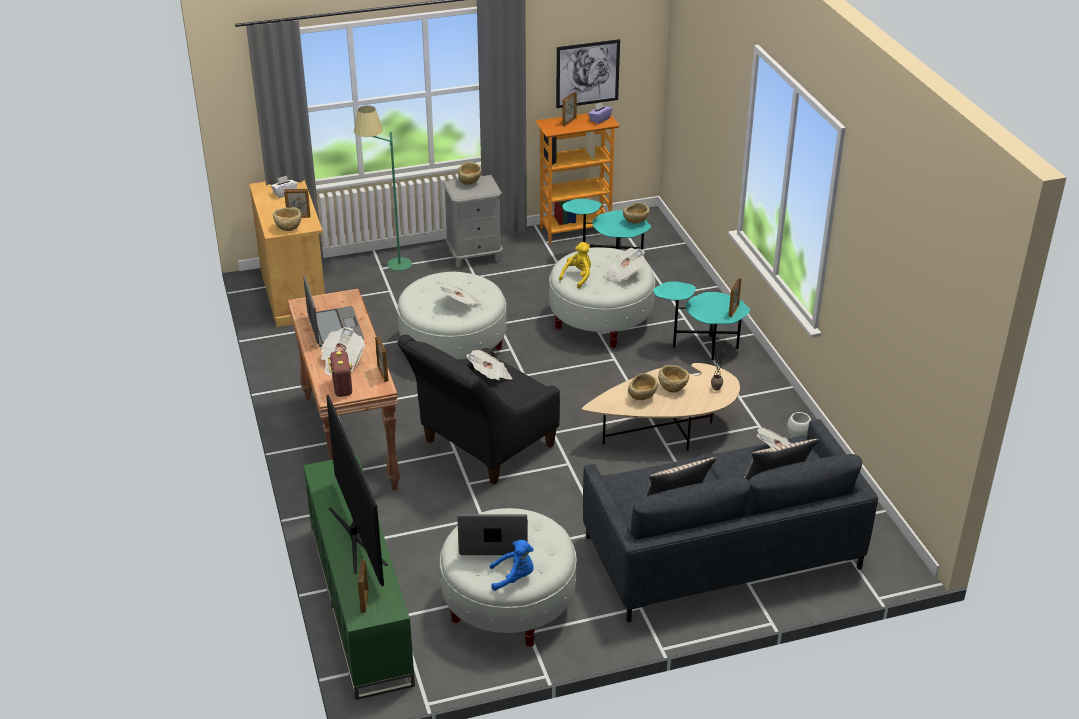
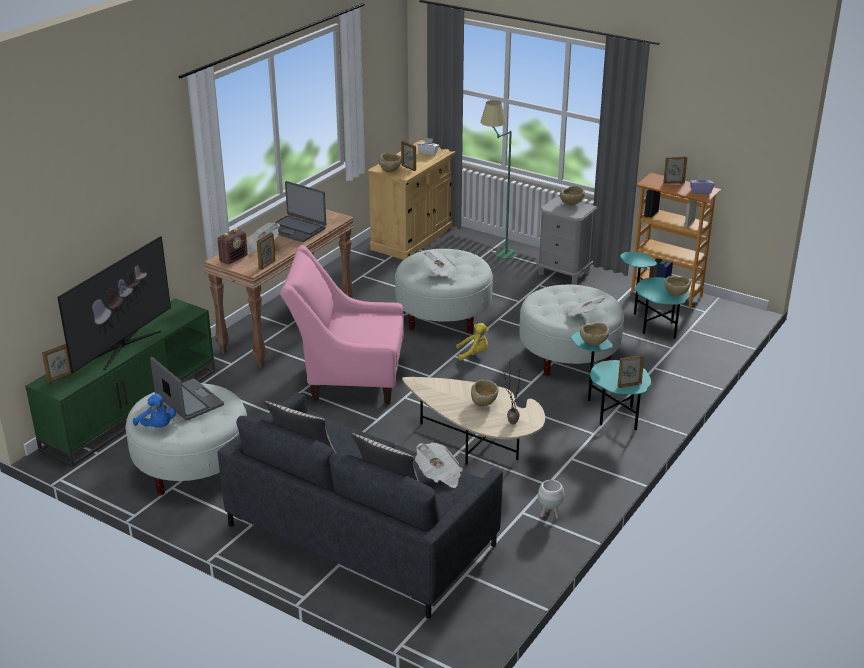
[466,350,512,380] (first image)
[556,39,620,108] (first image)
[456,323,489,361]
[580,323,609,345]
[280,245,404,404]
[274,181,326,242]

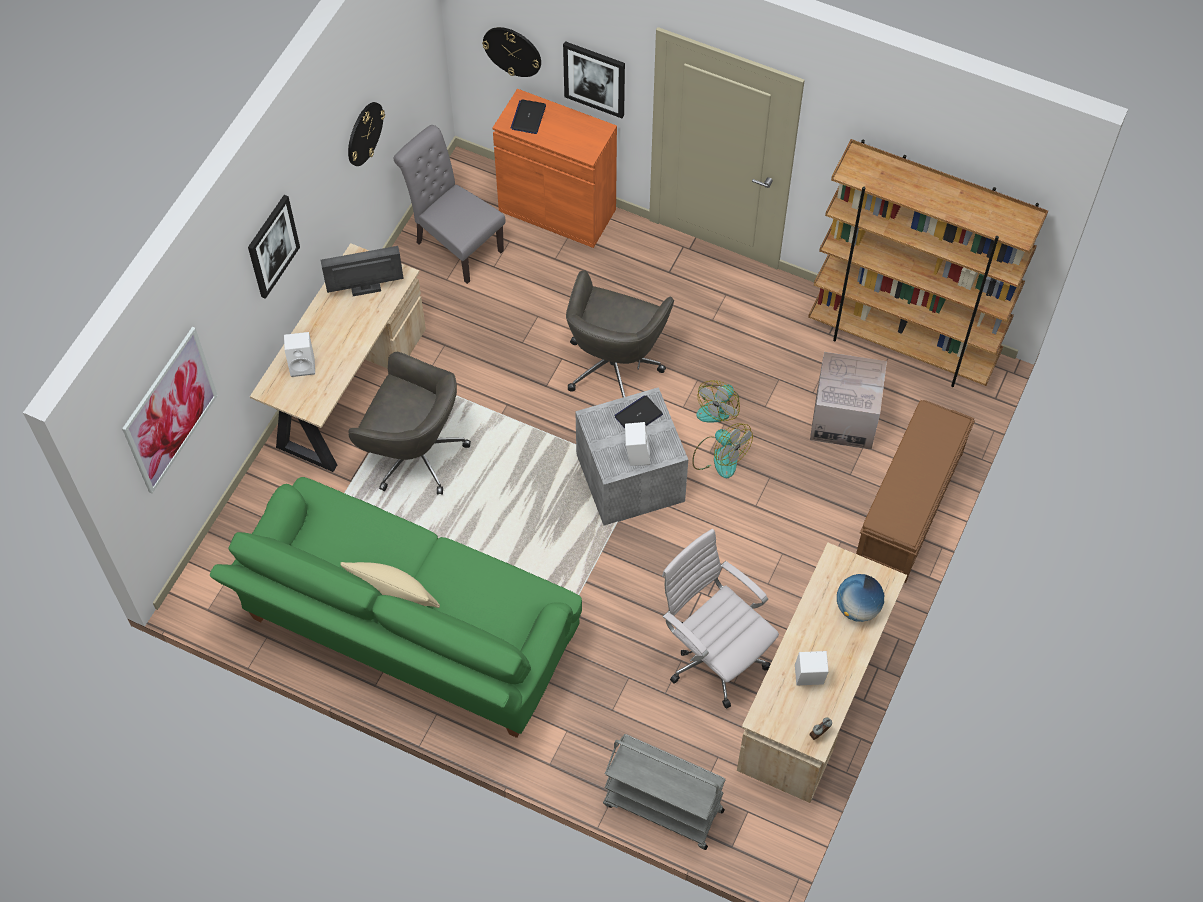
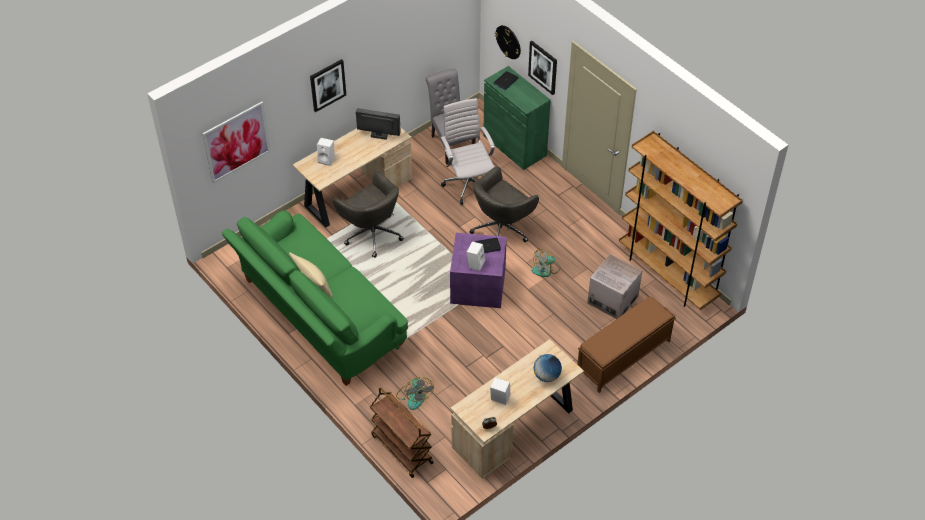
[348,102,385,166] (first image)
[441,98,495,205]
[396,377,434,410]
[483,66,551,170]
[450,233,507,308]
[370,387,434,478]

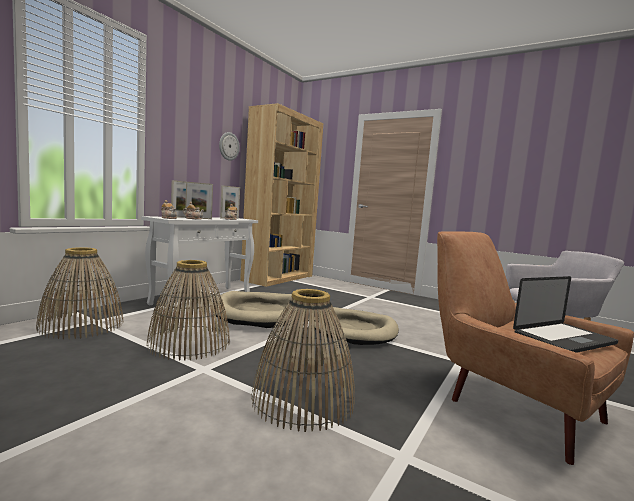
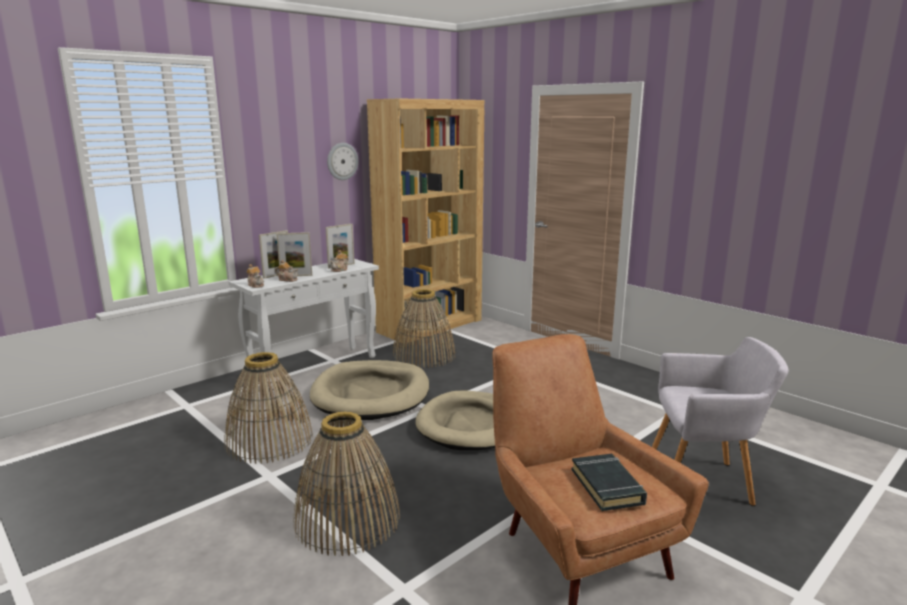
[393,289,455,368]
[572,454,647,511]

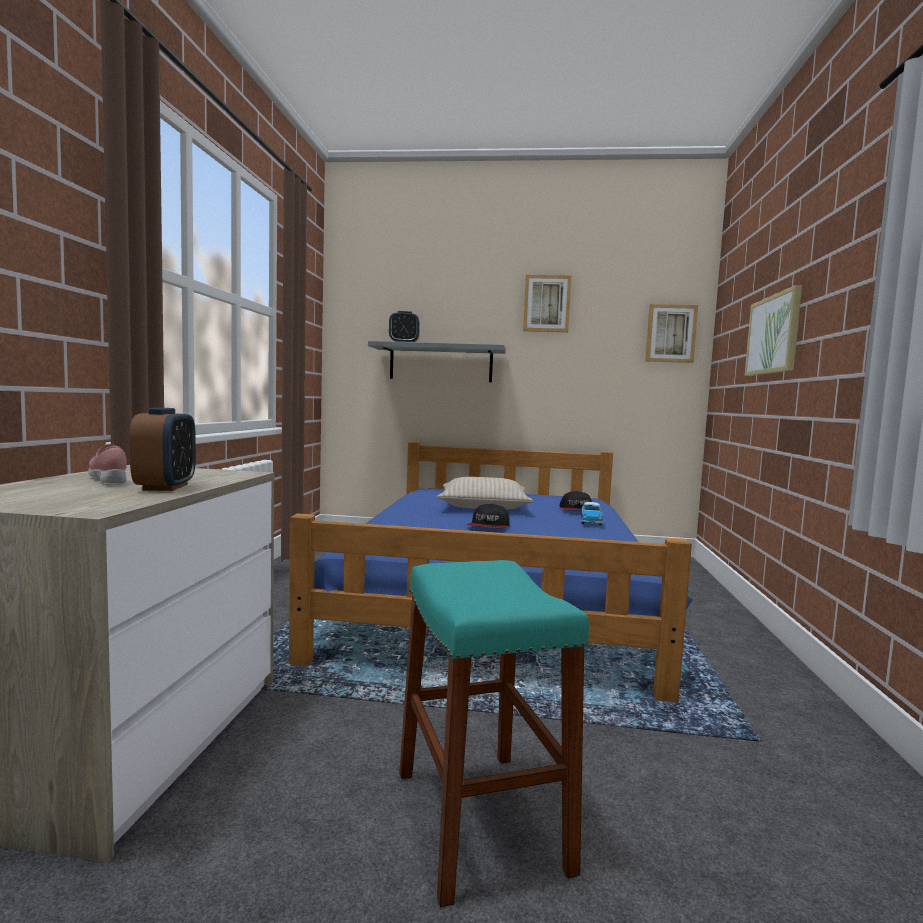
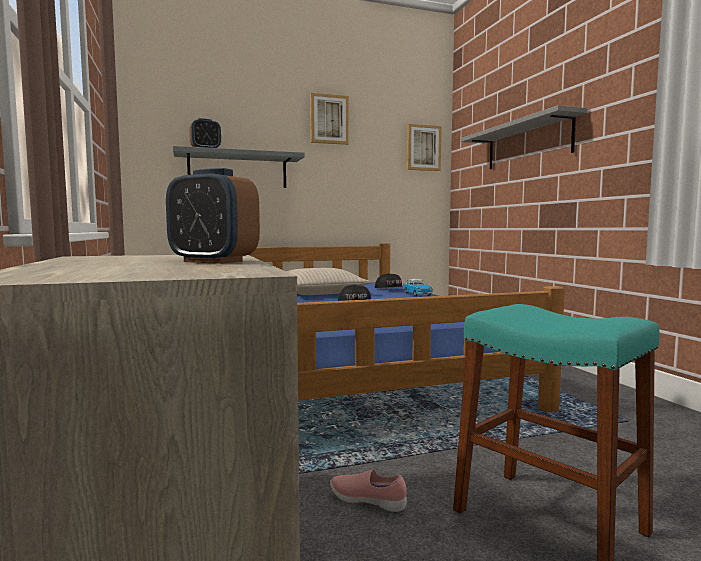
[330,469,407,512]
[461,105,588,169]
[166,168,260,264]

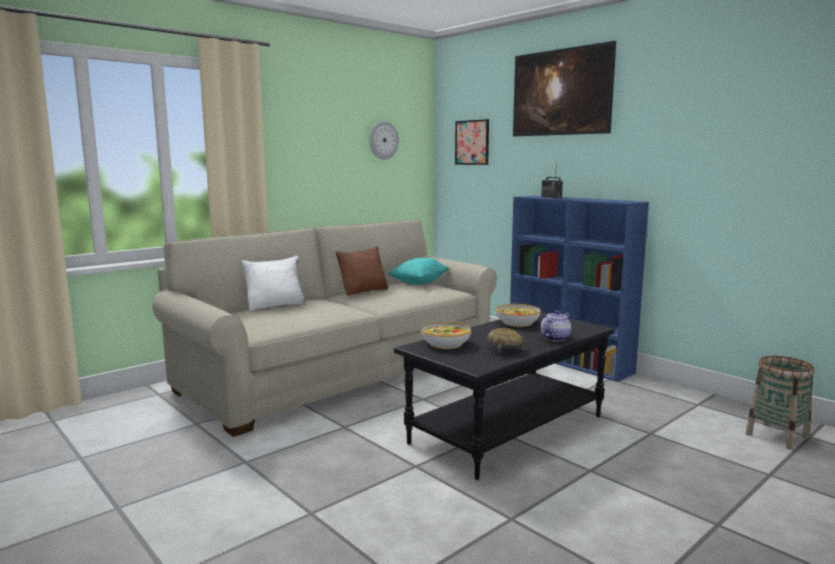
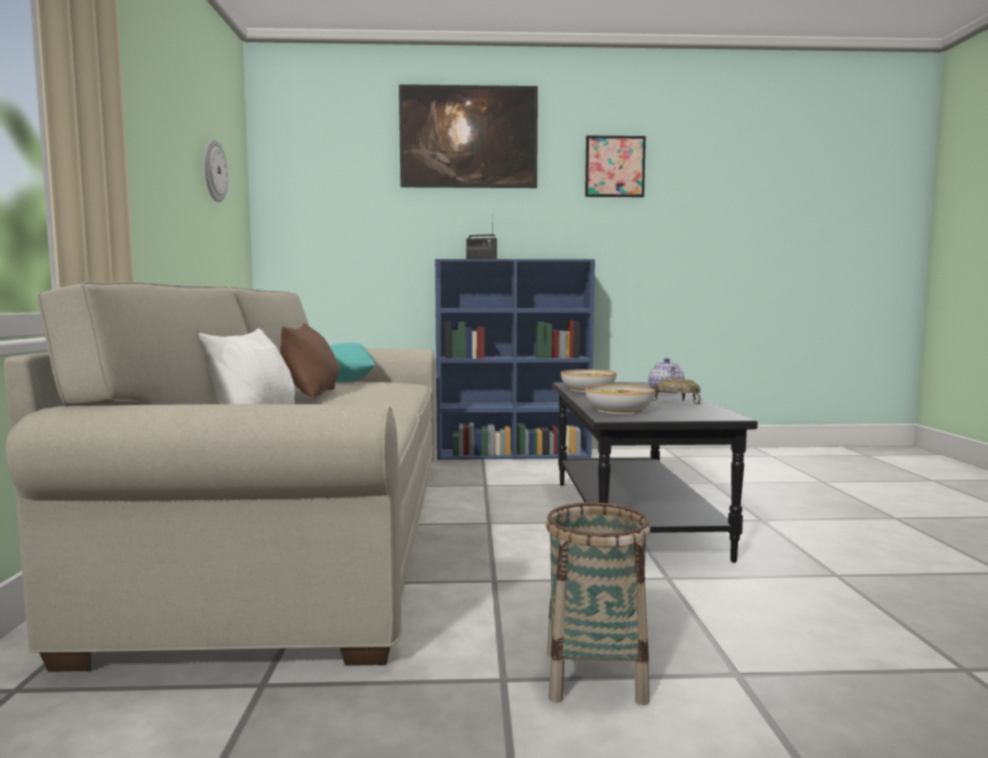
[585,136,646,197]
[546,502,651,705]

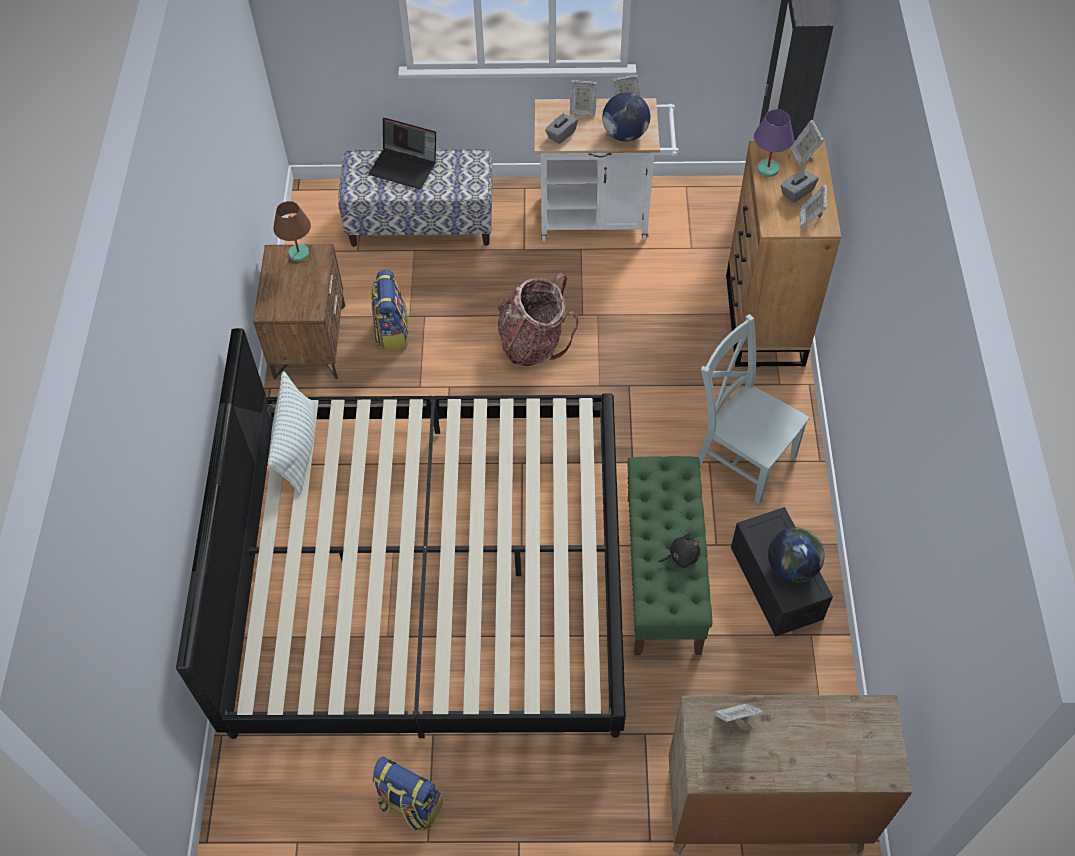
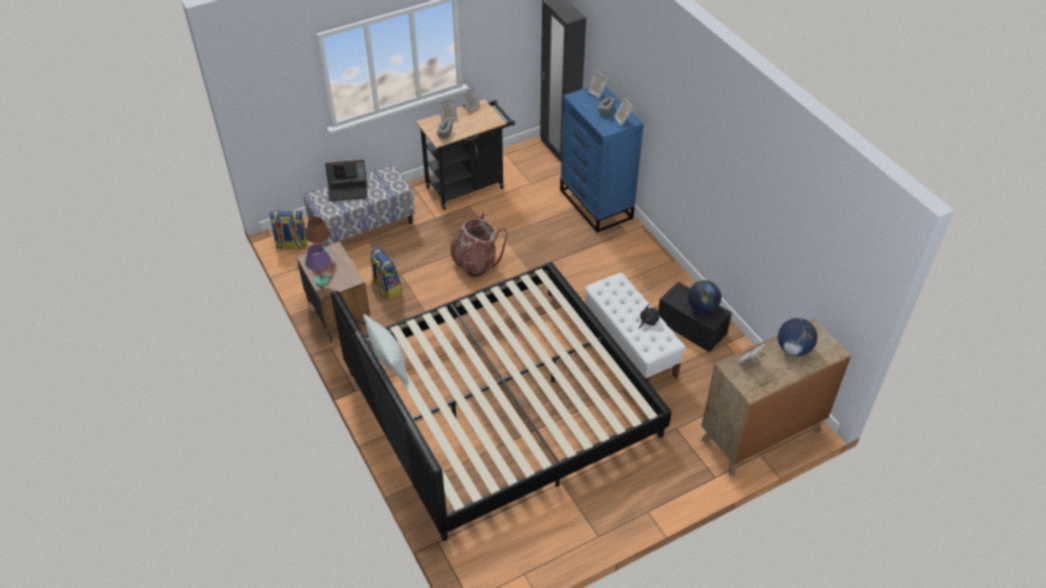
[697,314,809,504] (first image)
[270,210,308,251]
[778,318,817,356]
[305,244,331,286]
[416,99,515,210]
[585,272,686,383]
[560,86,644,233]

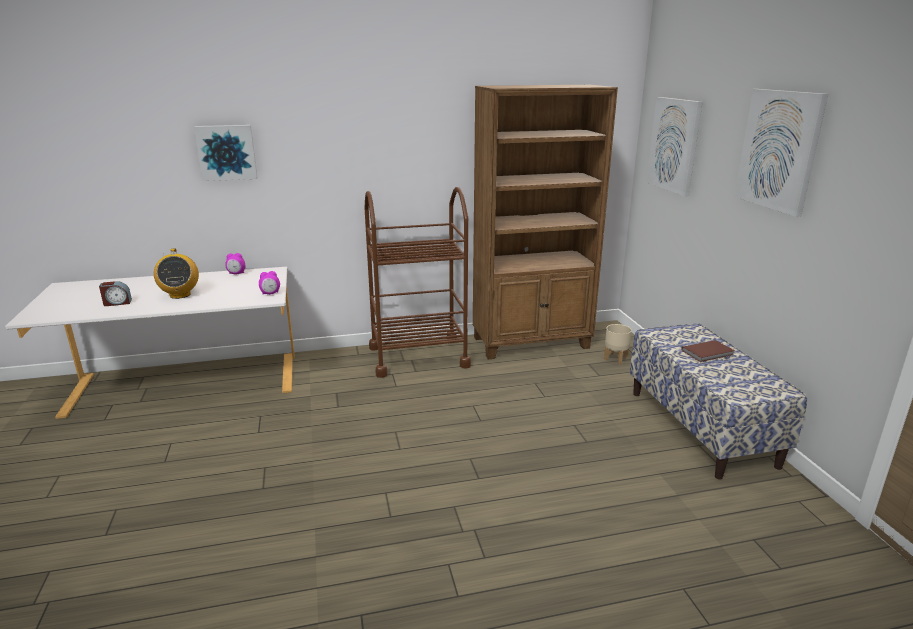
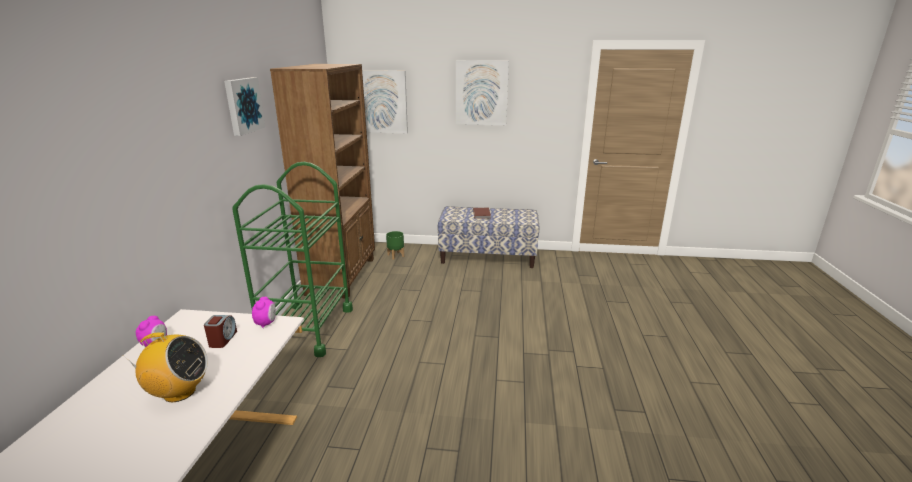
[204,315,237,348]
[224,77,265,136]
[232,162,353,357]
[386,231,404,259]

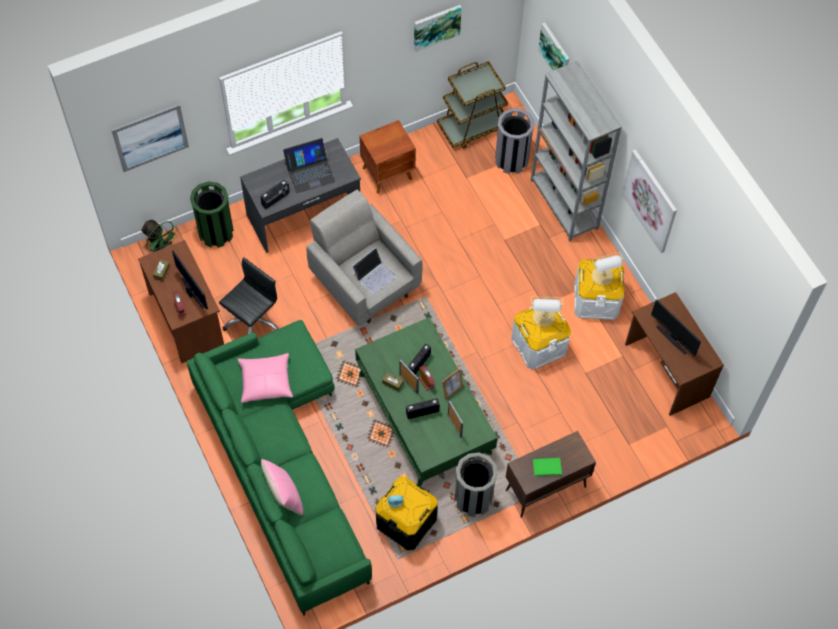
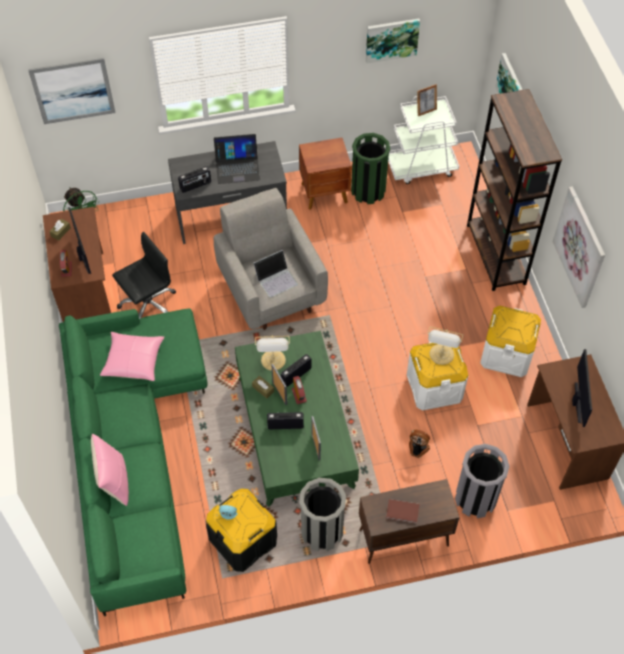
[409,430,430,458]
[351,133,390,204]
[417,84,437,116]
[455,444,510,518]
[255,335,290,371]
[388,96,459,184]
[467,89,562,291]
[386,499,420,523]
[572,349,592,427]

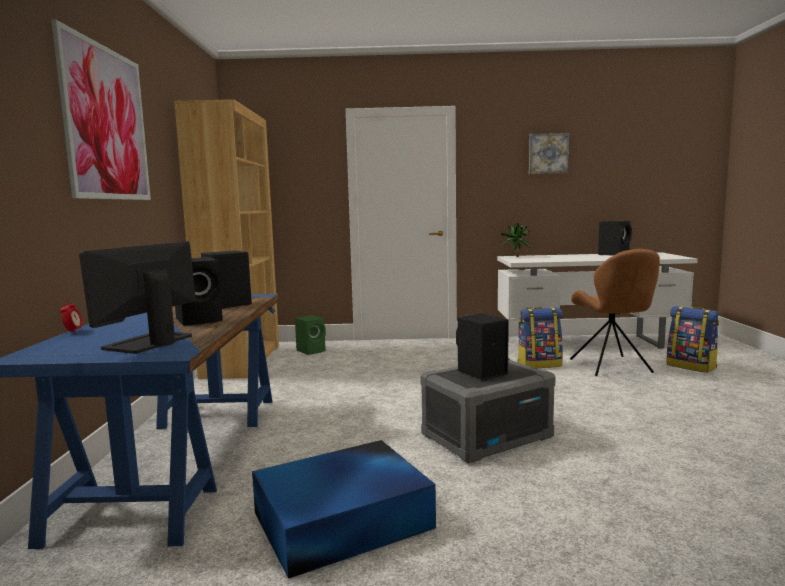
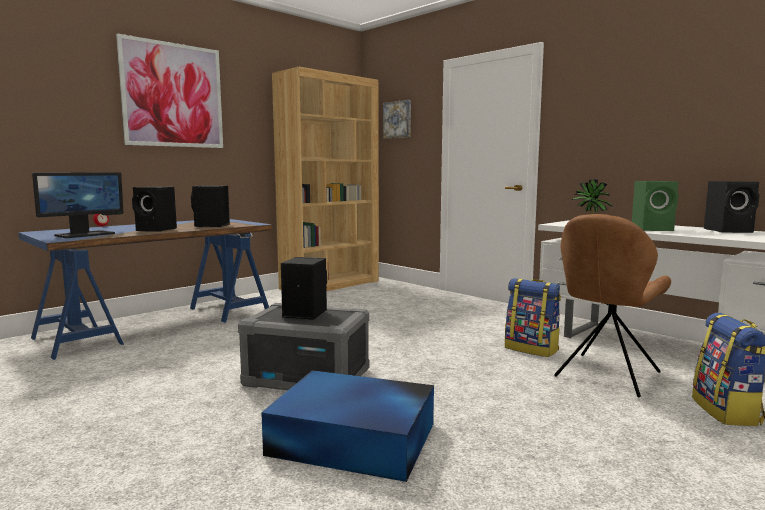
[261,370,434,482]
[632,181,678,231]
[383,100,411,138]
[32,172,123,238]

